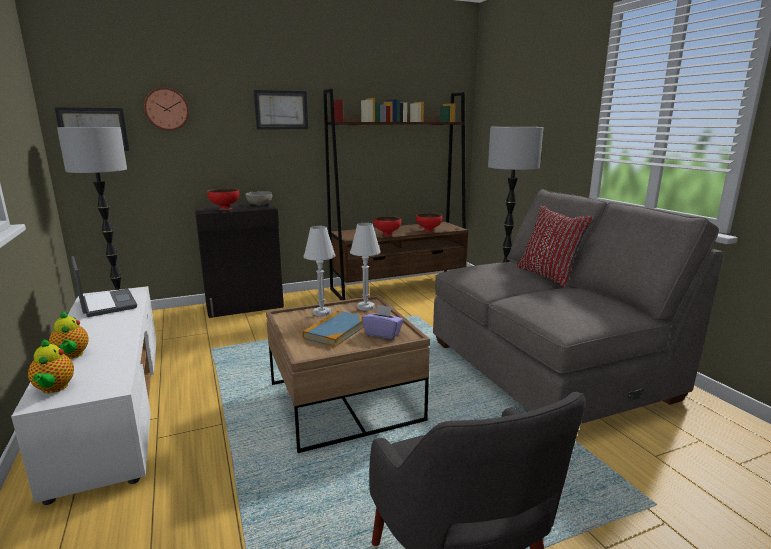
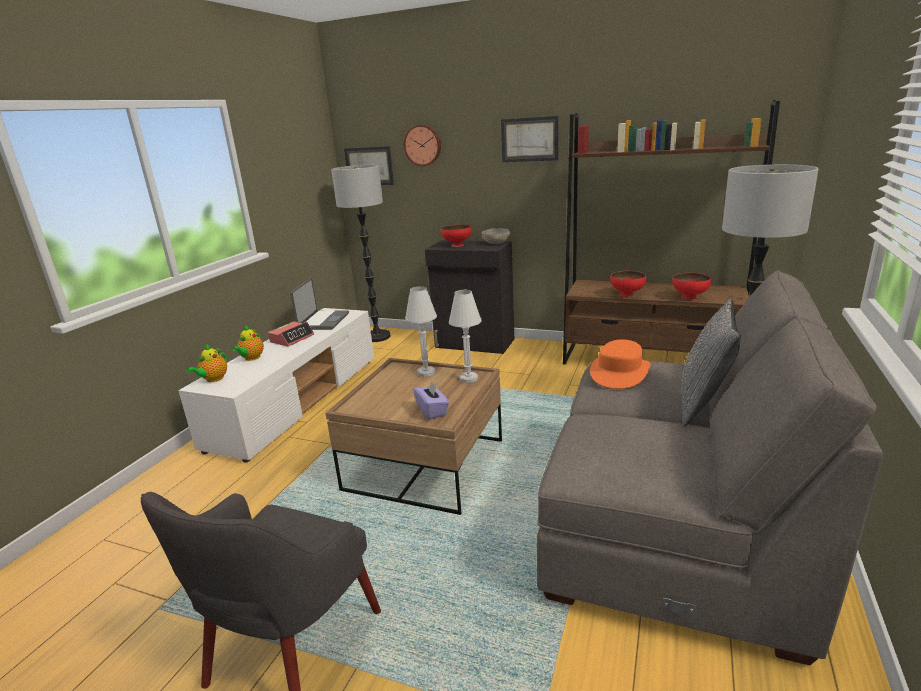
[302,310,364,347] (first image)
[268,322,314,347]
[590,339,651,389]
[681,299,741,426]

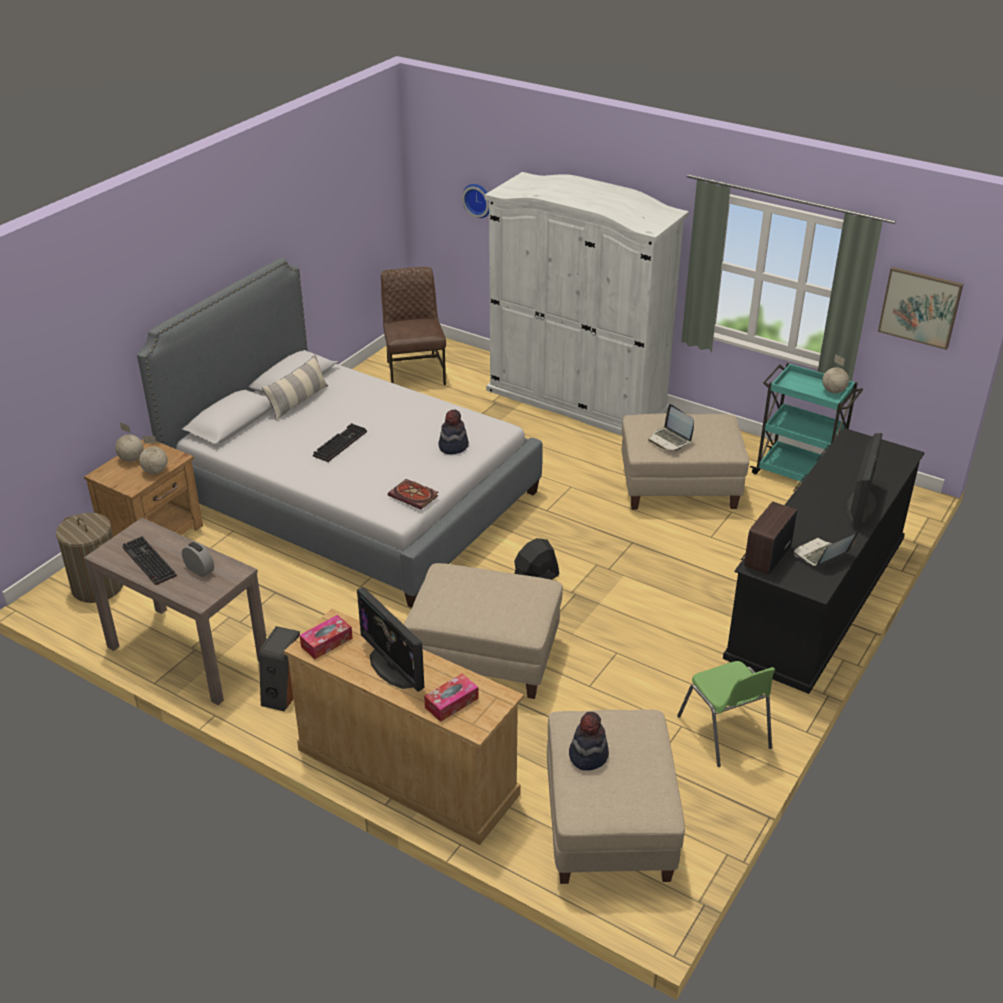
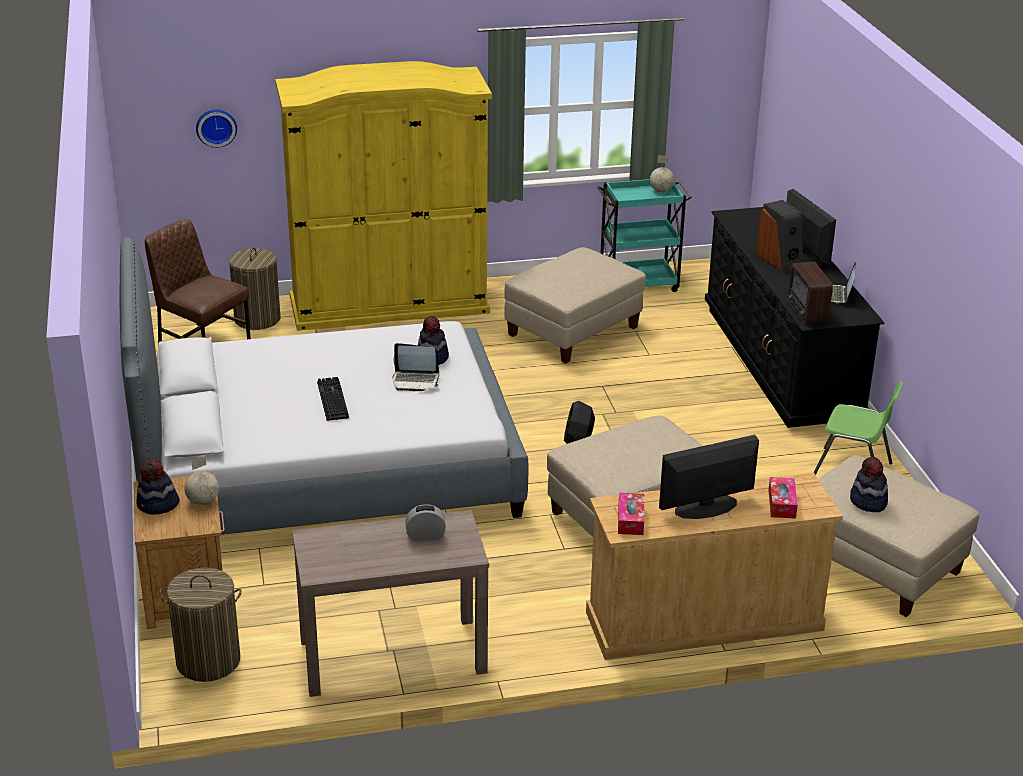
[122,536,177,585] (first image)
[262,354,328,421] (first image)
[388,479,439,509] (first image)
[878,267,963,350] (first image)
[229,248,280,330]
[756,200,803,273]
[392,343,439,391]
[136,460,180,515]
[275,61,492,331]
[659,435,759,519]

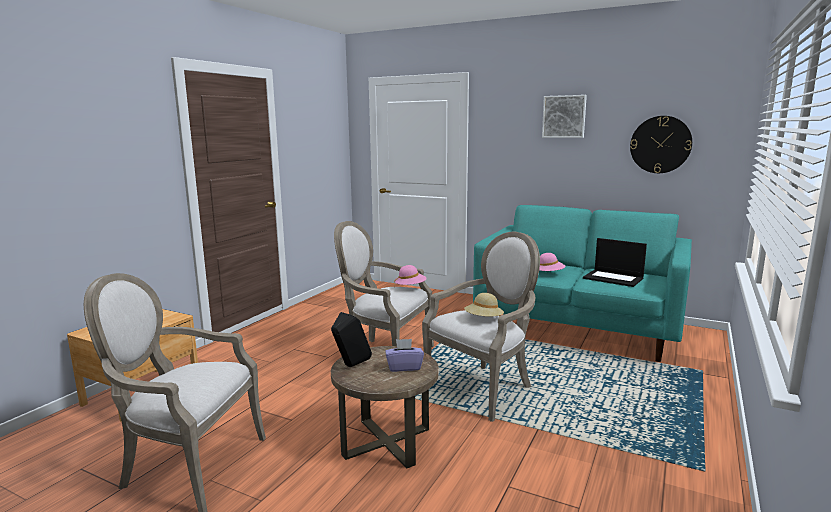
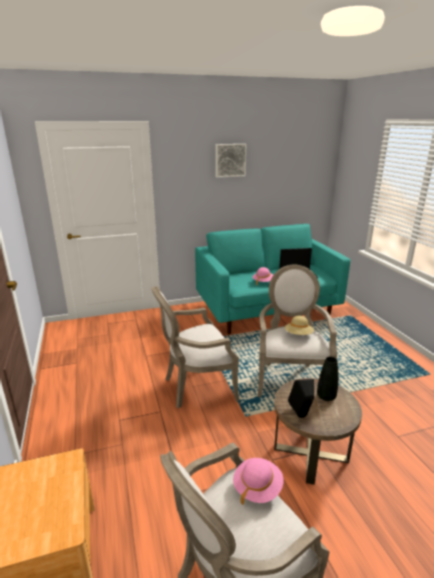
[630,116,692,173] (first image)
[233,458,284,505]
[317,357,338,401]

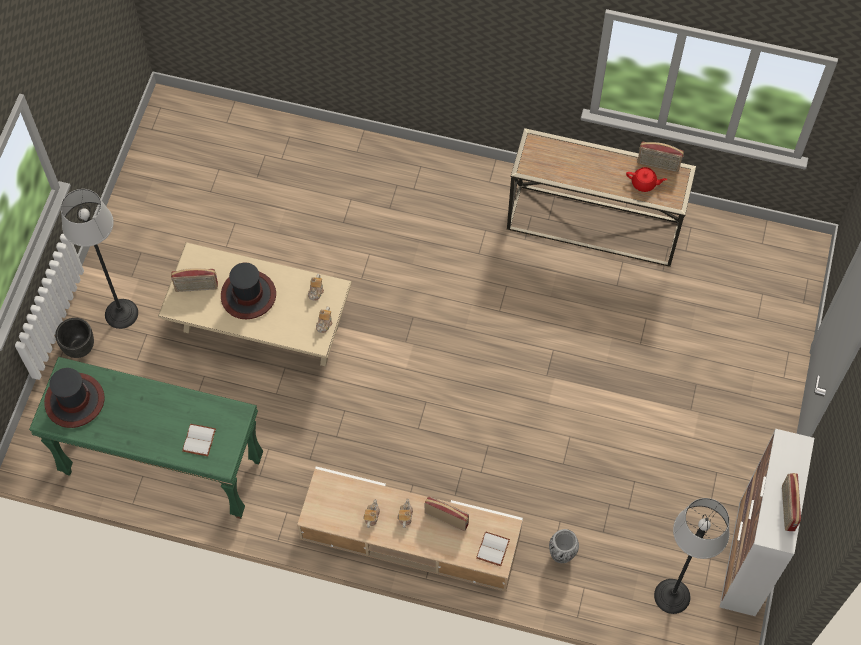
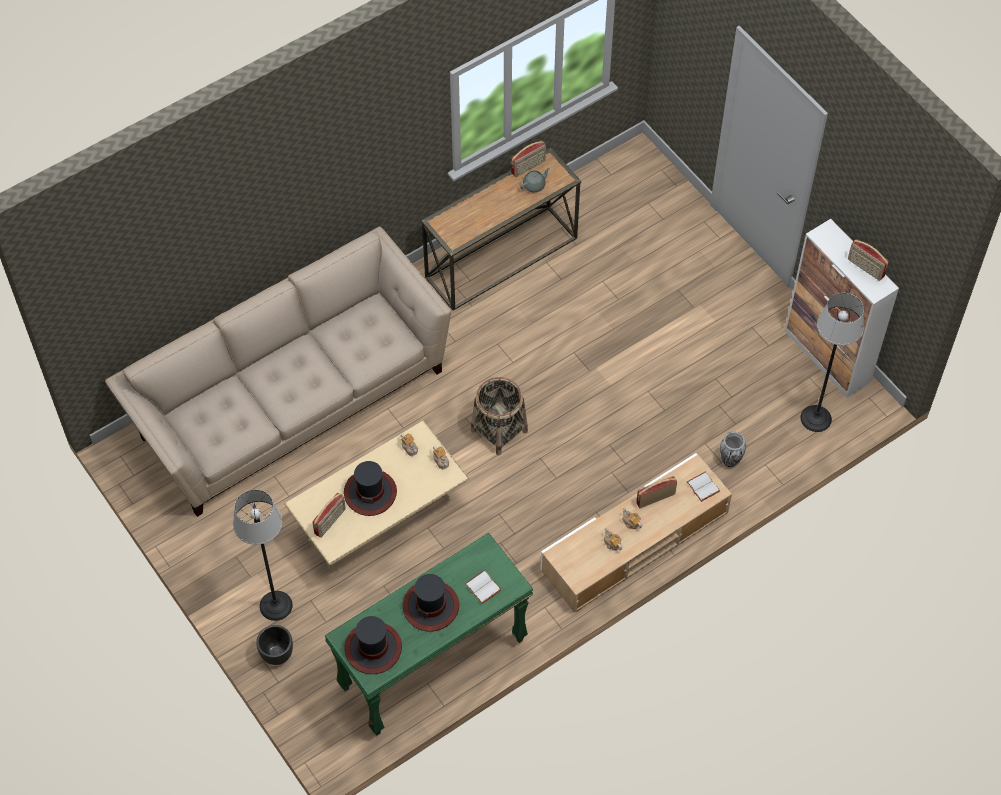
[105,227,451,517]
[403,574,459,632]
[471,377,528,455]
[520,168,550,192]

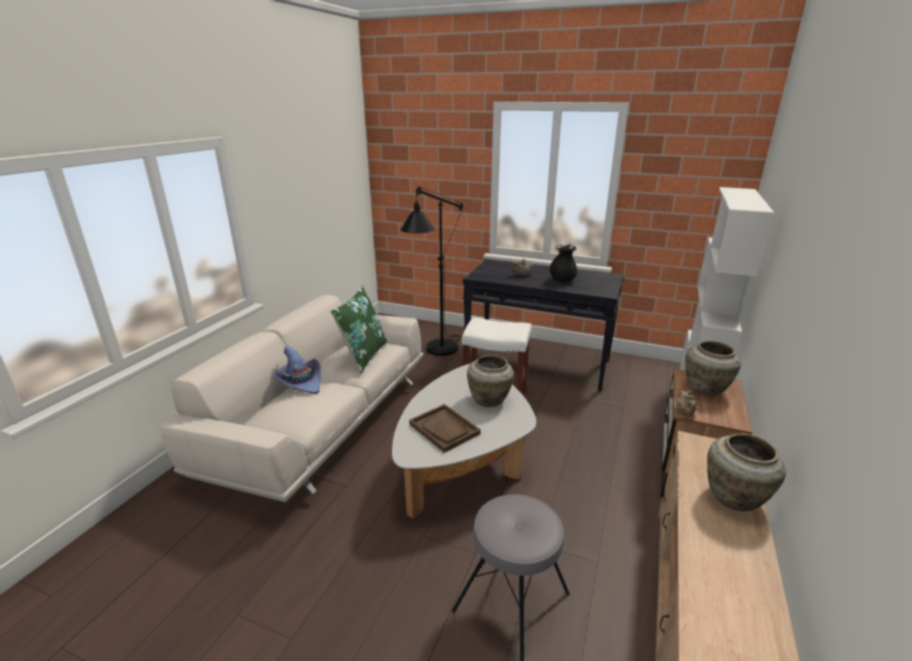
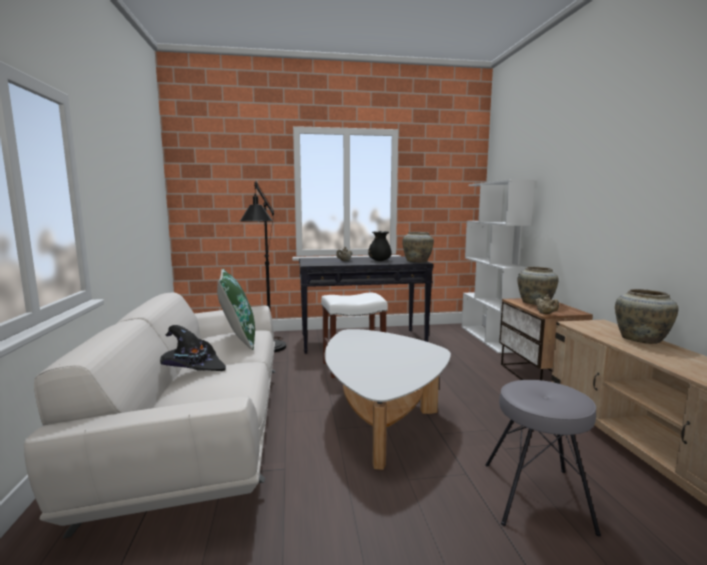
[409,404,481,453] (first image)
[402,232,434,262]
[160,325,226,371]

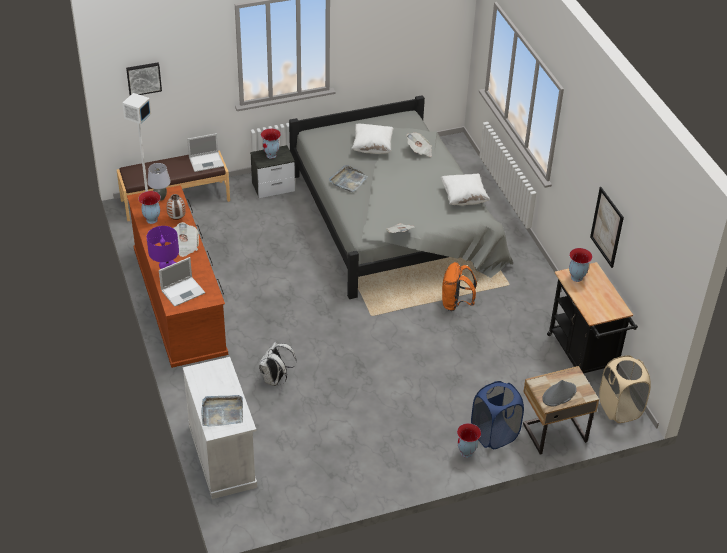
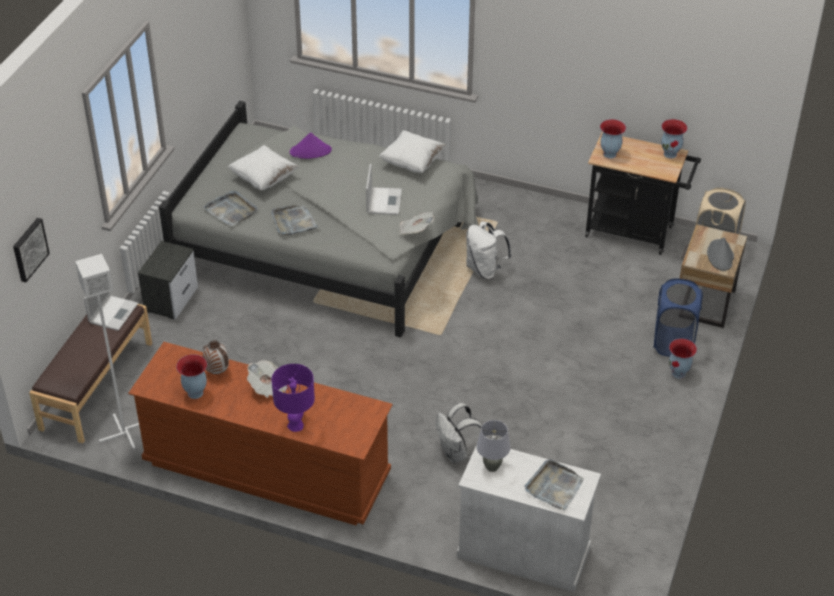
[590,187,624,268] (first image)
[203,190,257,227]
[476,420,510,472]
[366,164,402,215]
[661,119,688,158]
[290,132,332,159]
[466,221,512,279]

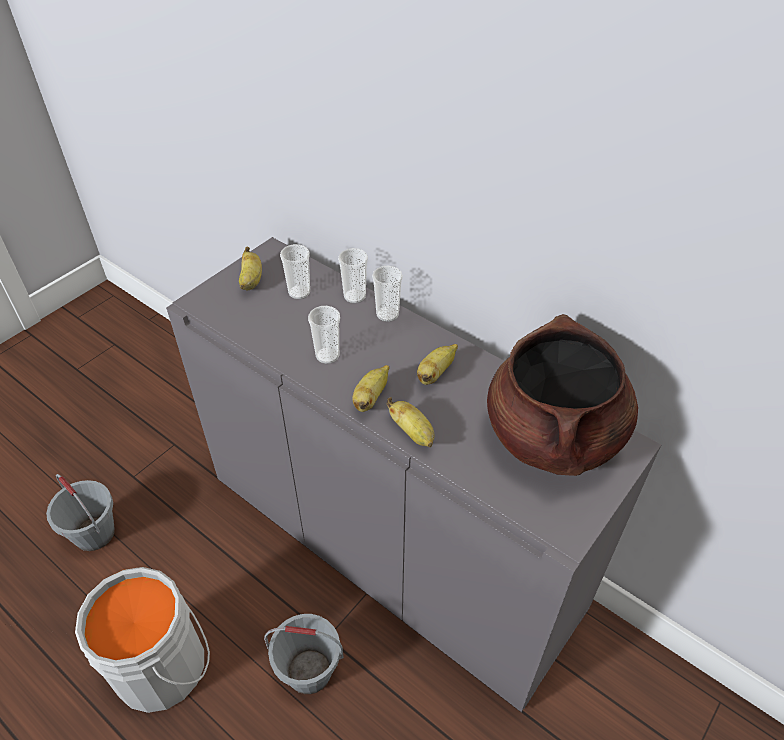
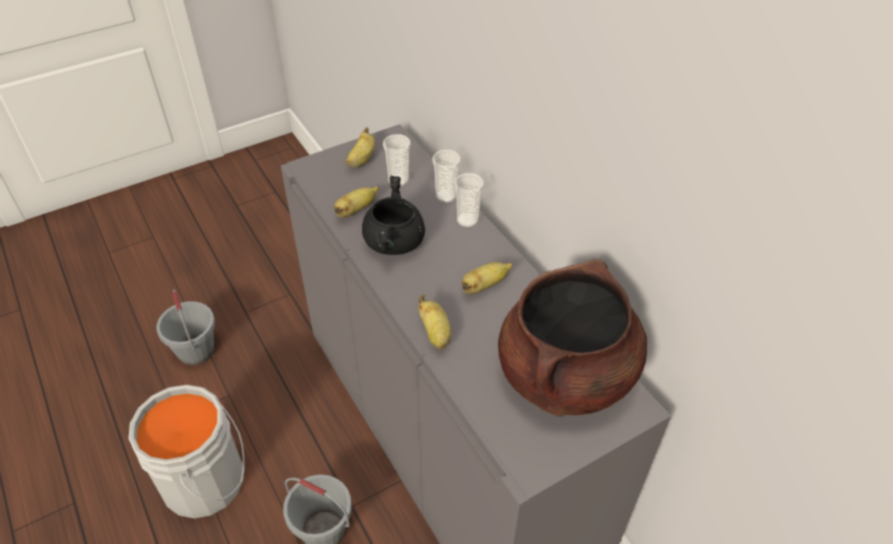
[334,186,378,218]
[362,175,425,255]

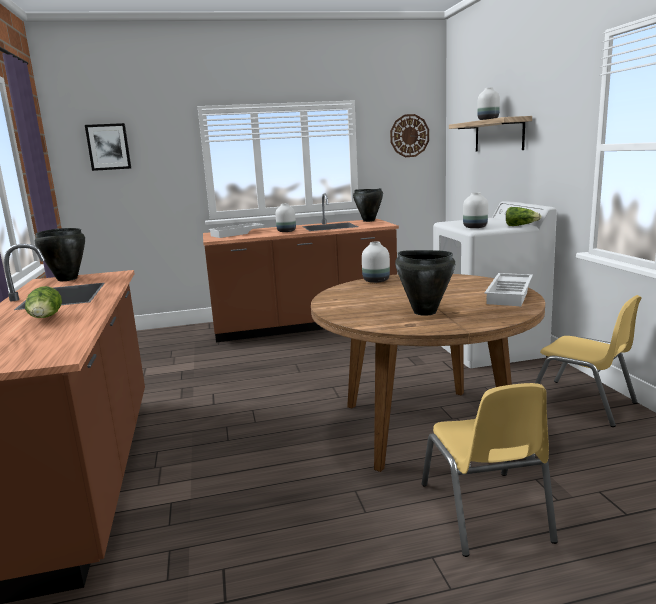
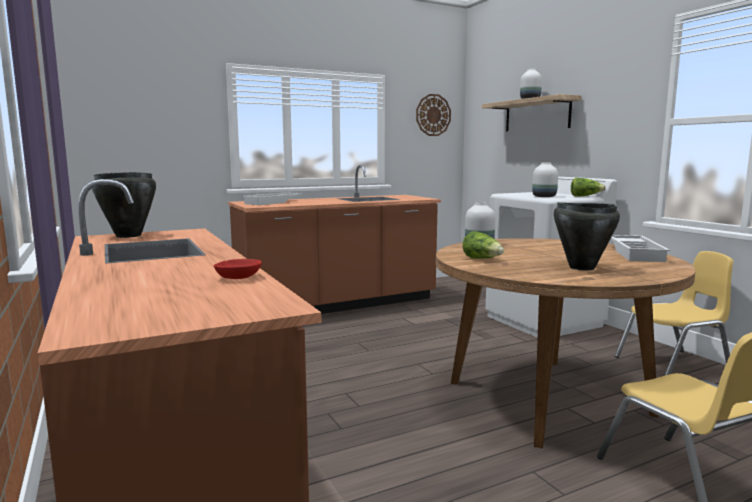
[85,123,131,171] (first image)
[275,203,296,232] (first image)
[353,188,383,222] (first image)
[213,259,262,279]
[462,231,504,259]
[615,251,733,376]

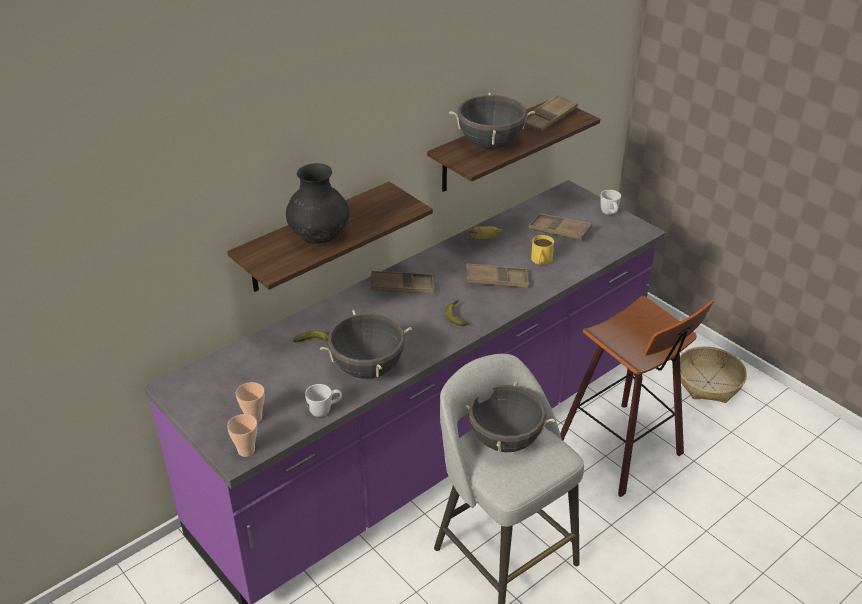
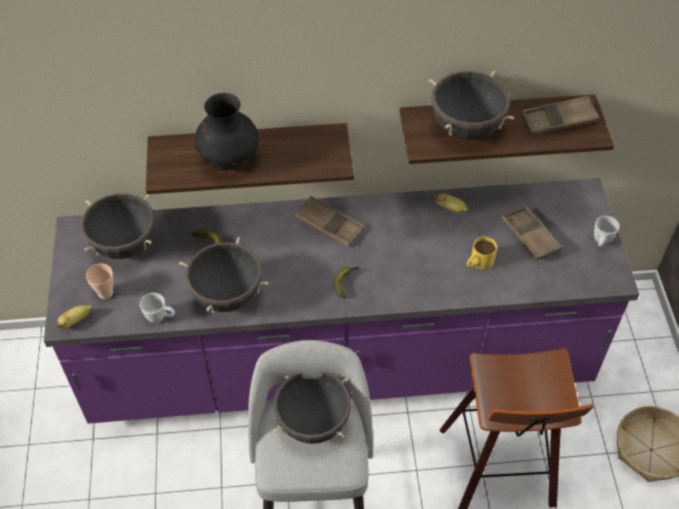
[466,263,529,288] (first image)
[81,193,155,259]
[56,305,93,329]

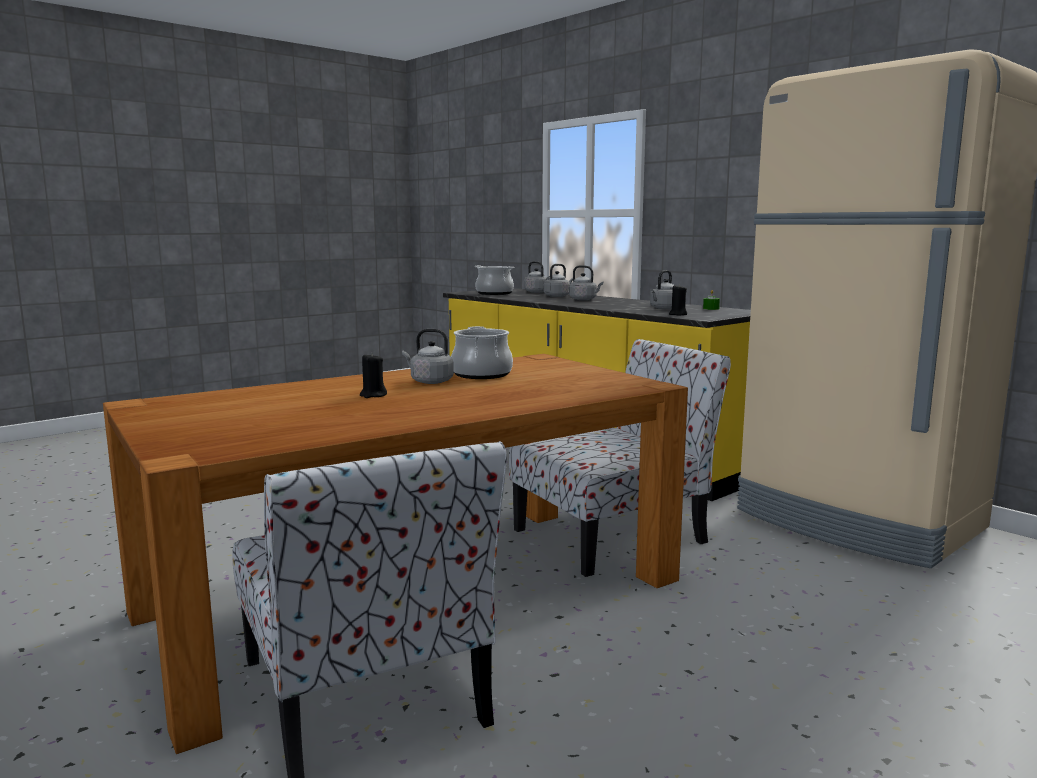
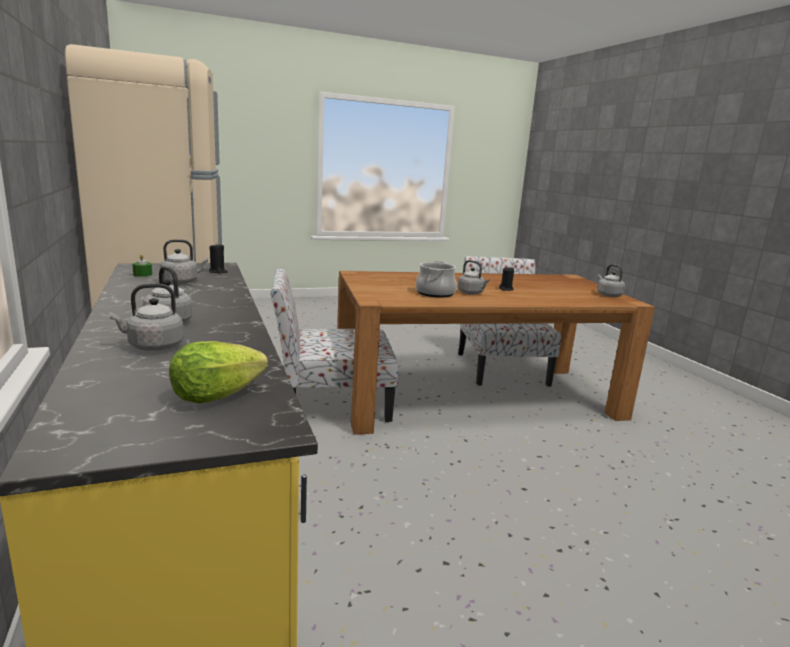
[597,264,625,297]
[169,341,268,403]

